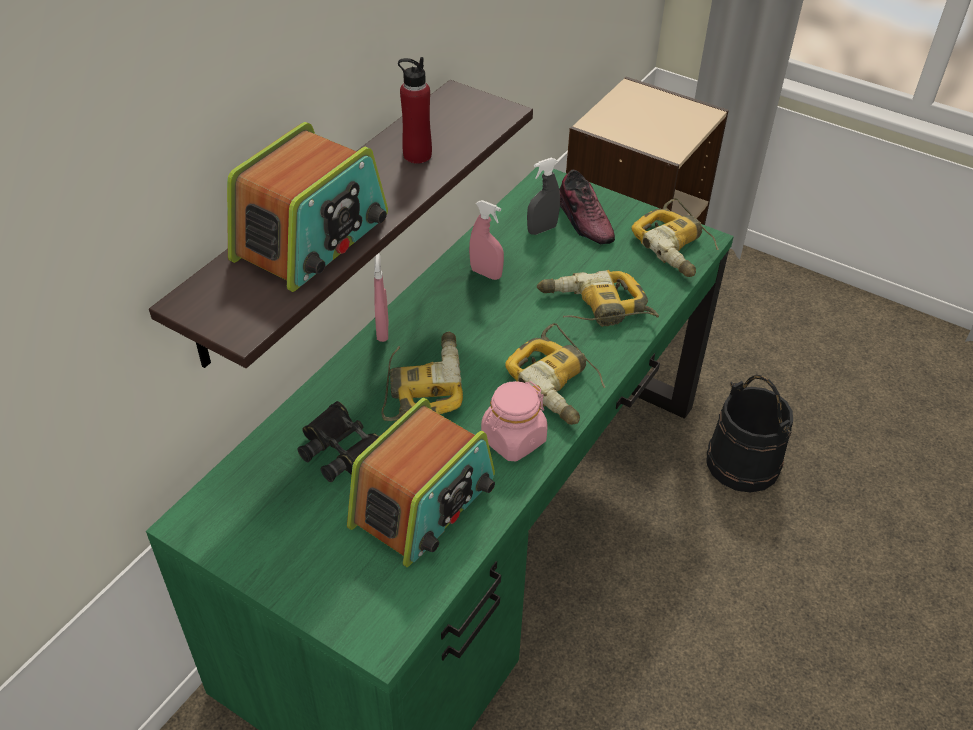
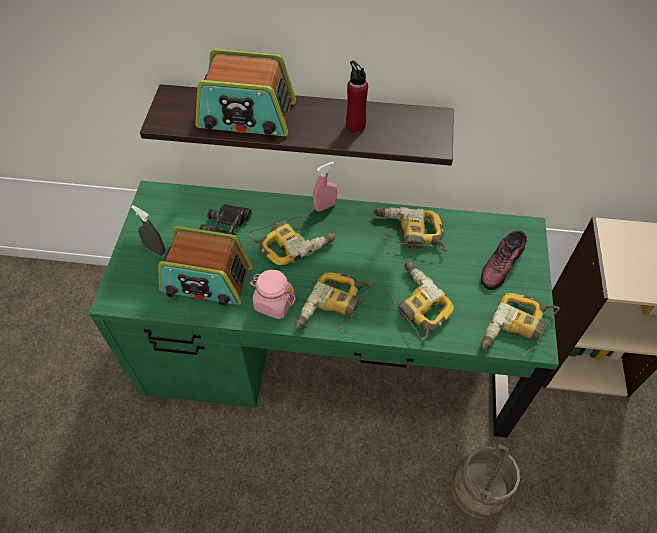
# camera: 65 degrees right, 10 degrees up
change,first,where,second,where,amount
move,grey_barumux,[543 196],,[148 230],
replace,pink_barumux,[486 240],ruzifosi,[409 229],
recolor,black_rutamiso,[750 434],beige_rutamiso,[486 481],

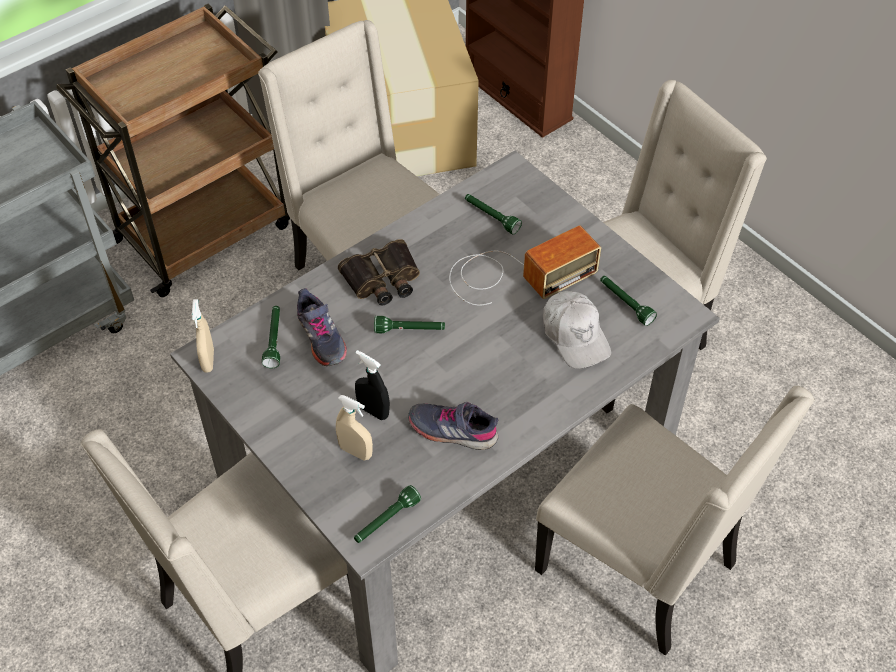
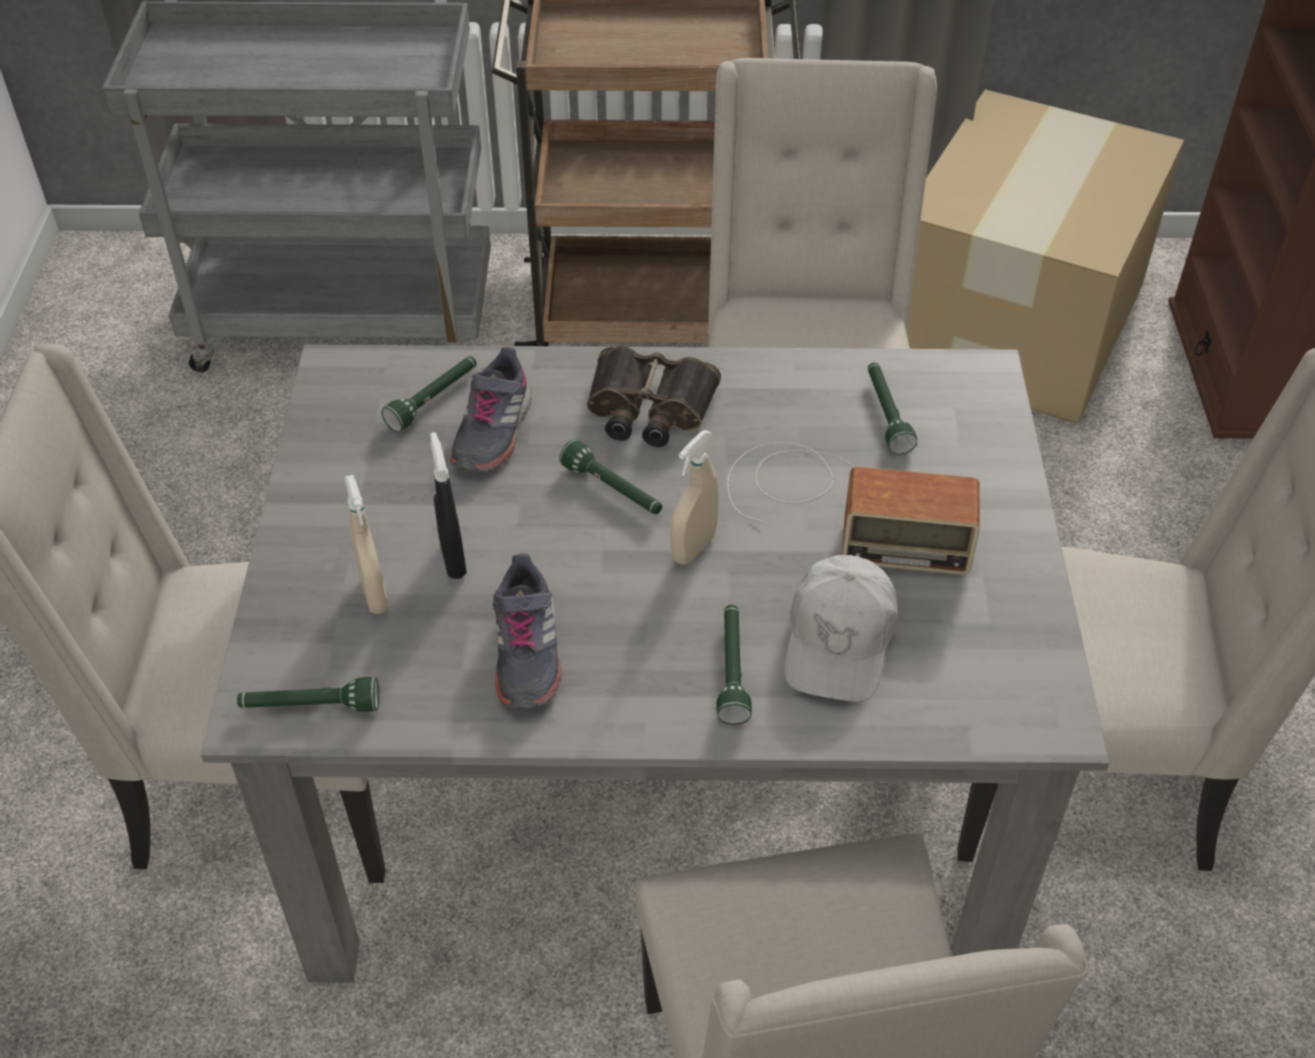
# camera: 40 degrees right, 5 degrees down
change,first,where,second,where,amount
rotate,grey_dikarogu,[453 426],,[527 631],150 degrees counterclockwise
move,beige_barumux,[203 336],,[694 497],
move,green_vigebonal,[628 301],,[734 665],

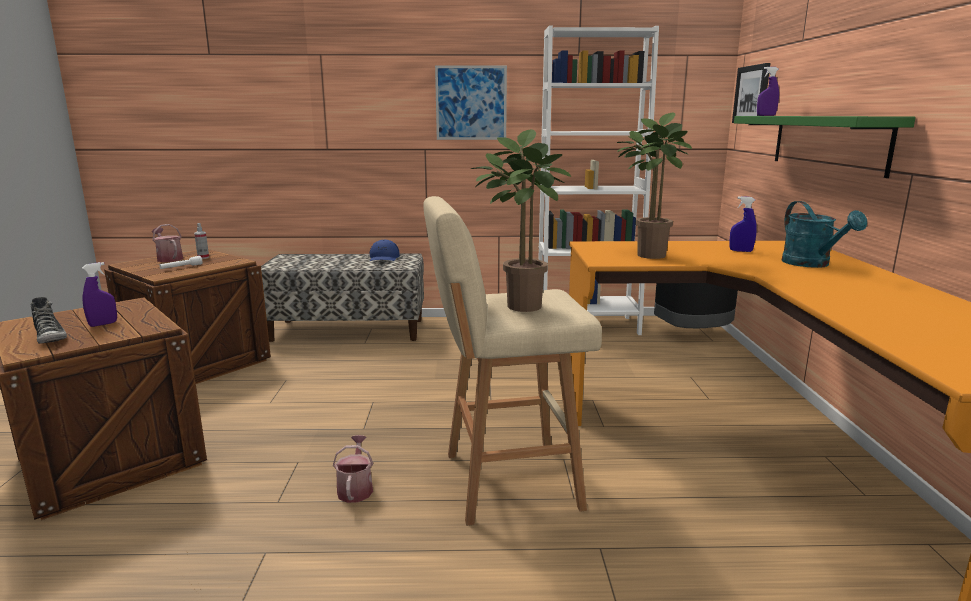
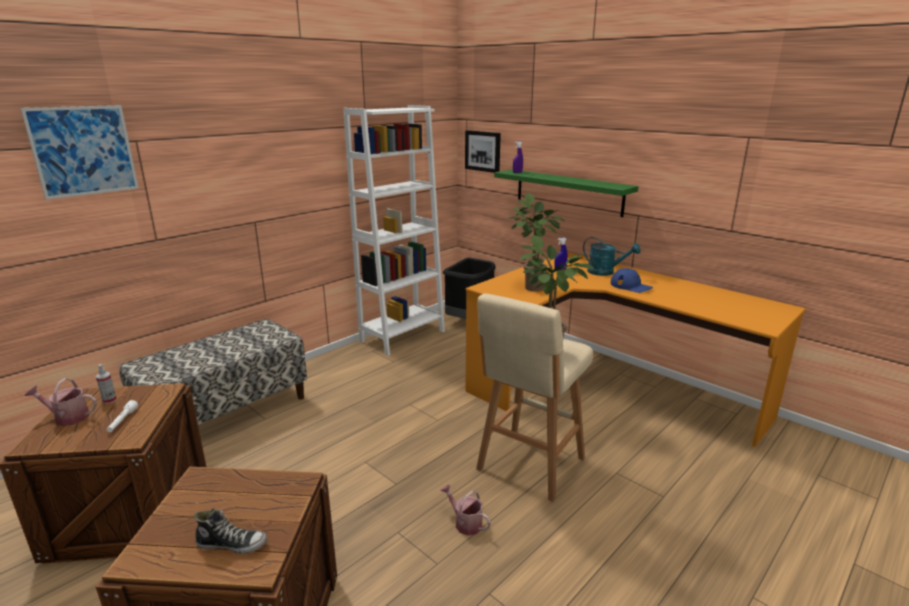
# camera: 45 degrees left, 5 degrees up
change,first,where,second,where,amount
move,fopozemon,[471 103],,[79 152],
move,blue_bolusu,[385 250],,[632 280],
delete,purple_barumux,[99 294],,,

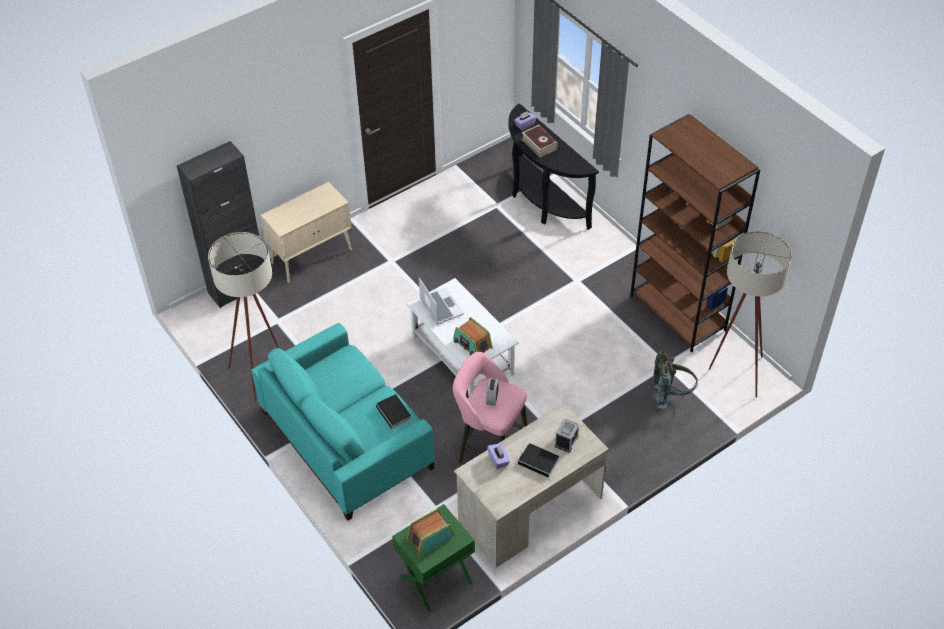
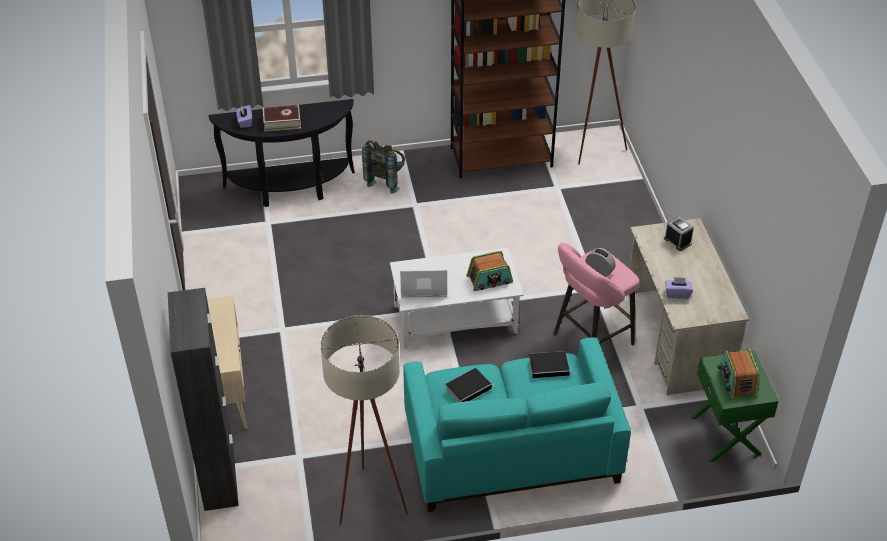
# camera: 65 degrees left, 5 degrees down
change,first,where,second,where,amount
move,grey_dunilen,[675 380],,[383 167],
move,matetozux,[538 461],,[471 385],

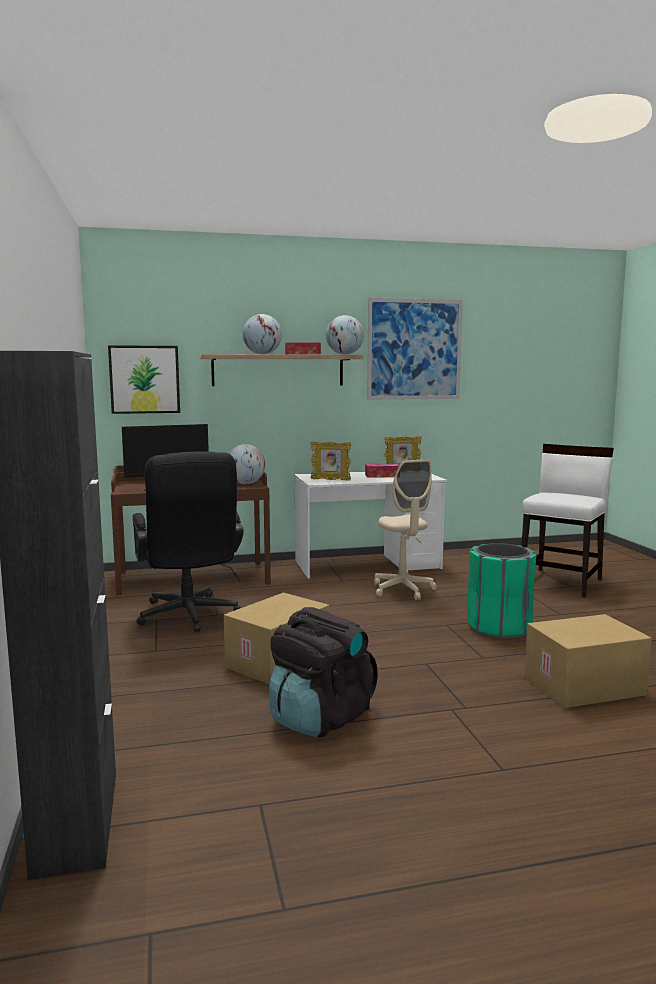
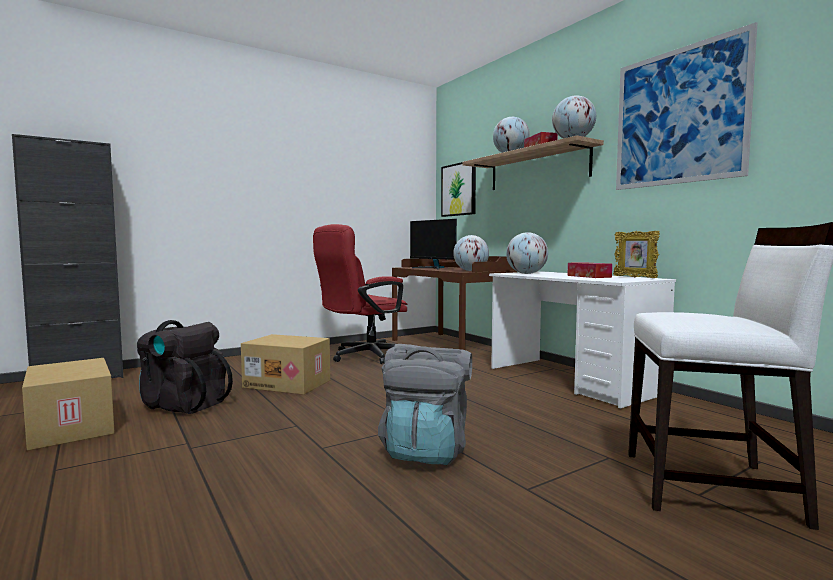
# camera: 70 degrees right, 5 degrees down
change,first,where,second,where,amount
move,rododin,[588 661],,[68 404],
recolor,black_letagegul,[188 541],red_letagegul,[360 294],
replace,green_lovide,[501 591],grey_dunilen,[425 404],
replace,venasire,[330 461],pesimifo,[527 253],
delete,beige_letagegul,[405 529],,,

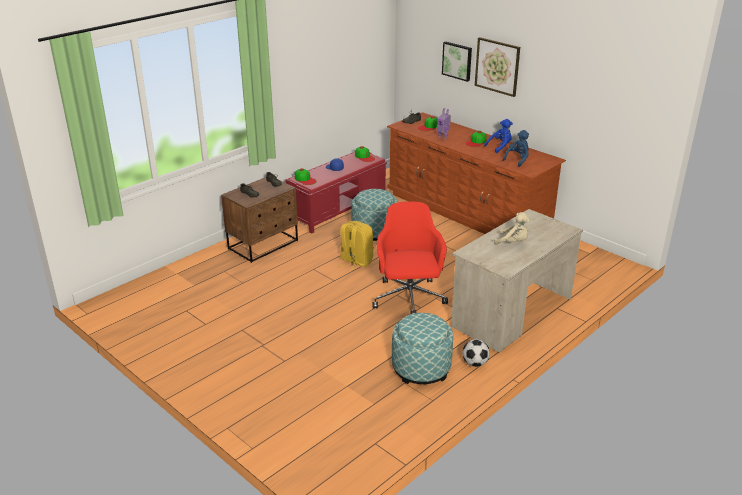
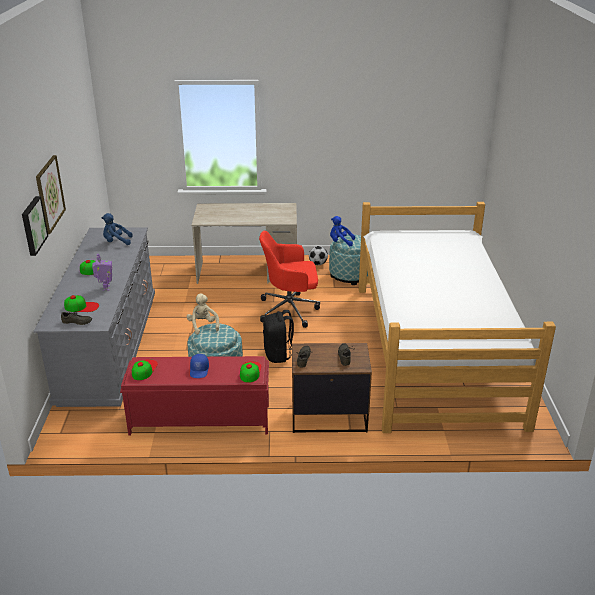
# camera: 135 degrees left, 0 degrees up
change,first,where,second,where,amount
recolor,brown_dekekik,[476 173],grey_dekekik,[94 317],
move,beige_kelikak,[511 228],,[203 314],
rotate,red_letagegul,[410 258],,[289 279],45 degrees clockwise
recolor,yellow_dunilen,[356 246],black_dunilen,[278 336],
move,blue_kelikak,[498 136],,[342 231],
insert,,,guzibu,[457 317],

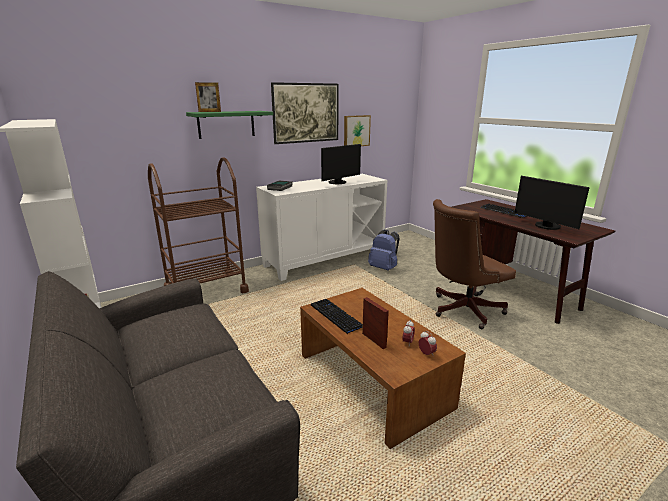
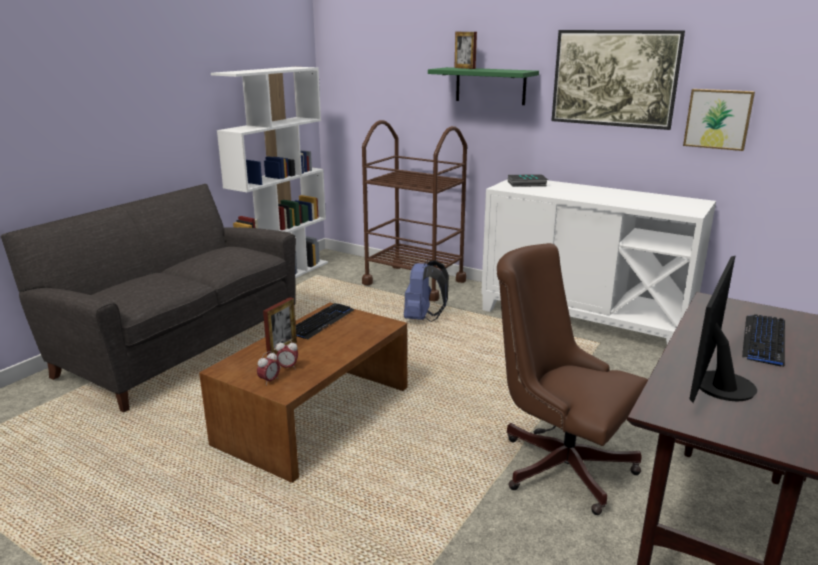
# camera: 65 degrees right, 0 degrees up
change,first,where,second,where,amount
move,blue_dunilen,[384 250],,[426 291],
delete,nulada,[341 164],,,

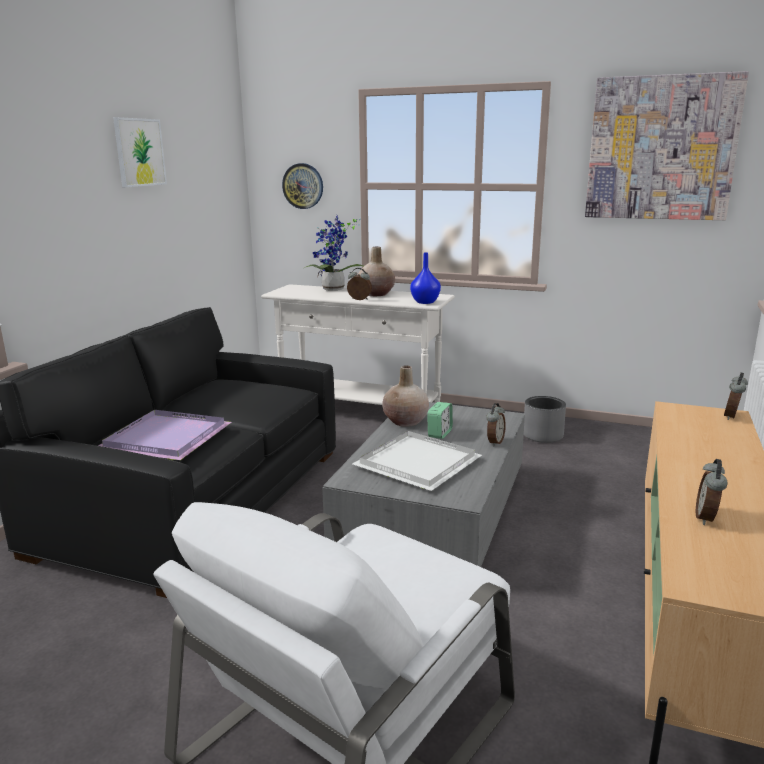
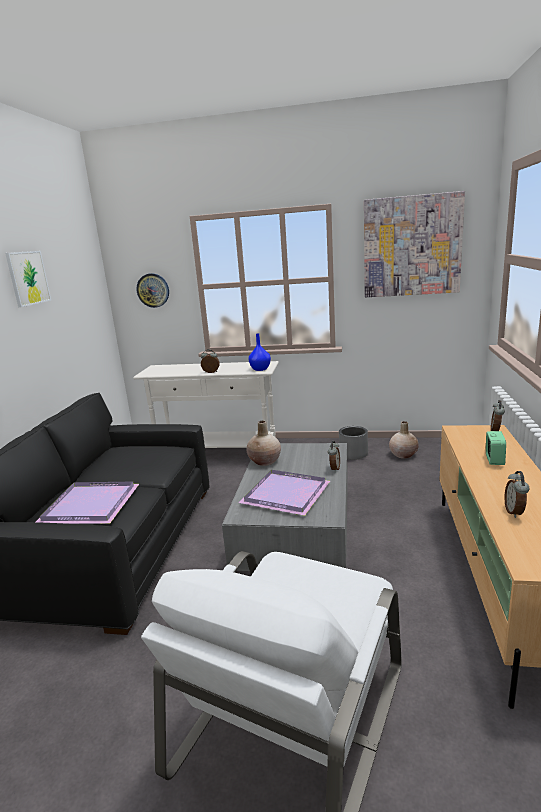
# camera: 10 degrees left, 0 degrees up
change,first,where,second,where,amount
recolor,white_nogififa,[417 461],purple_nogififa,[284 493],
move,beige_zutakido,[376 271],,[404 439],
move,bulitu,[440 420],,[496 448],
delete,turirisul,[334 253],,,

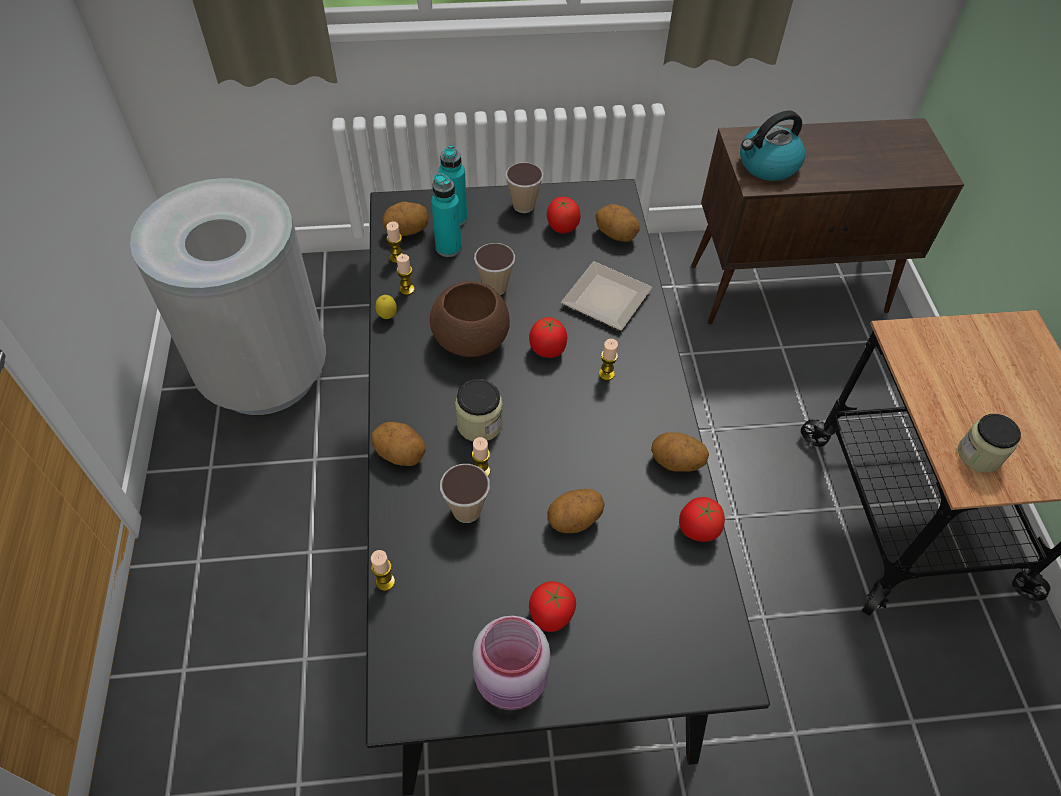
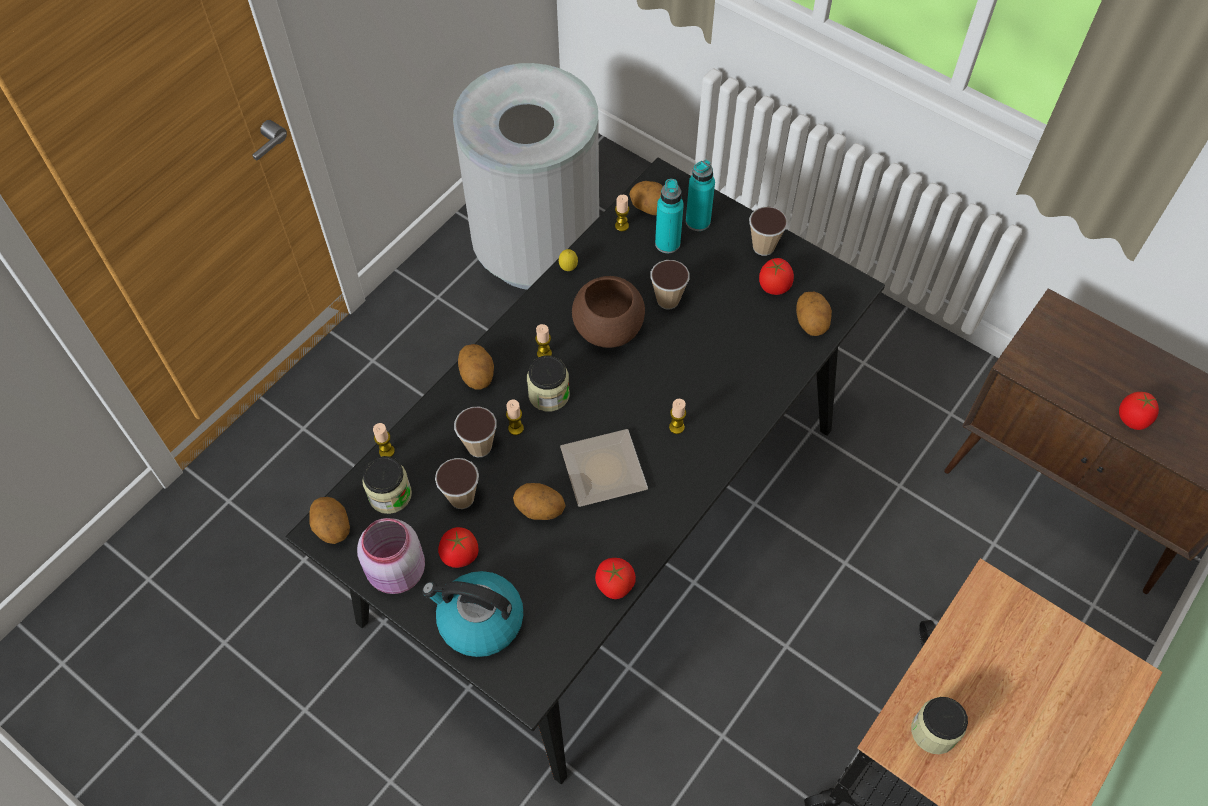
# camera: 45 degrees right, 5 degrees up
change,first,where,second,where,amount
move,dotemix,[680 452],,[329 520],
insert,,,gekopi,[387 485],
move,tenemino,[772 145],,[473 614],
insert,,,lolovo,[457 483],
move,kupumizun,[406 274],,[543 340],
move,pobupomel,[606 295],,[604 468],
move,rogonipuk,[548 337],,[1139 411],

